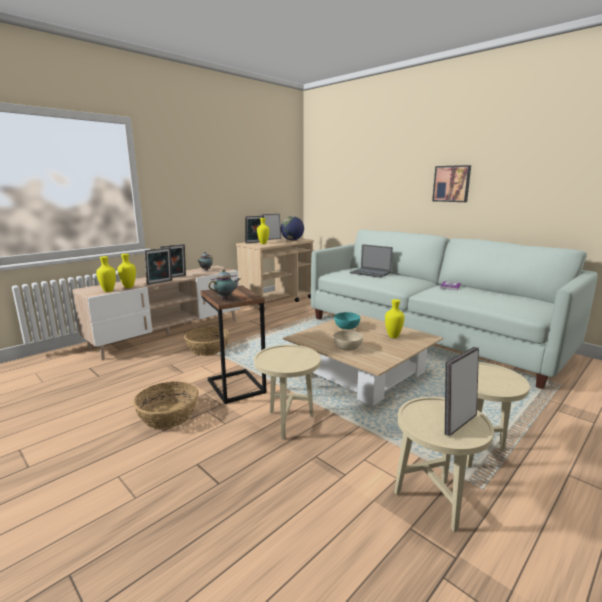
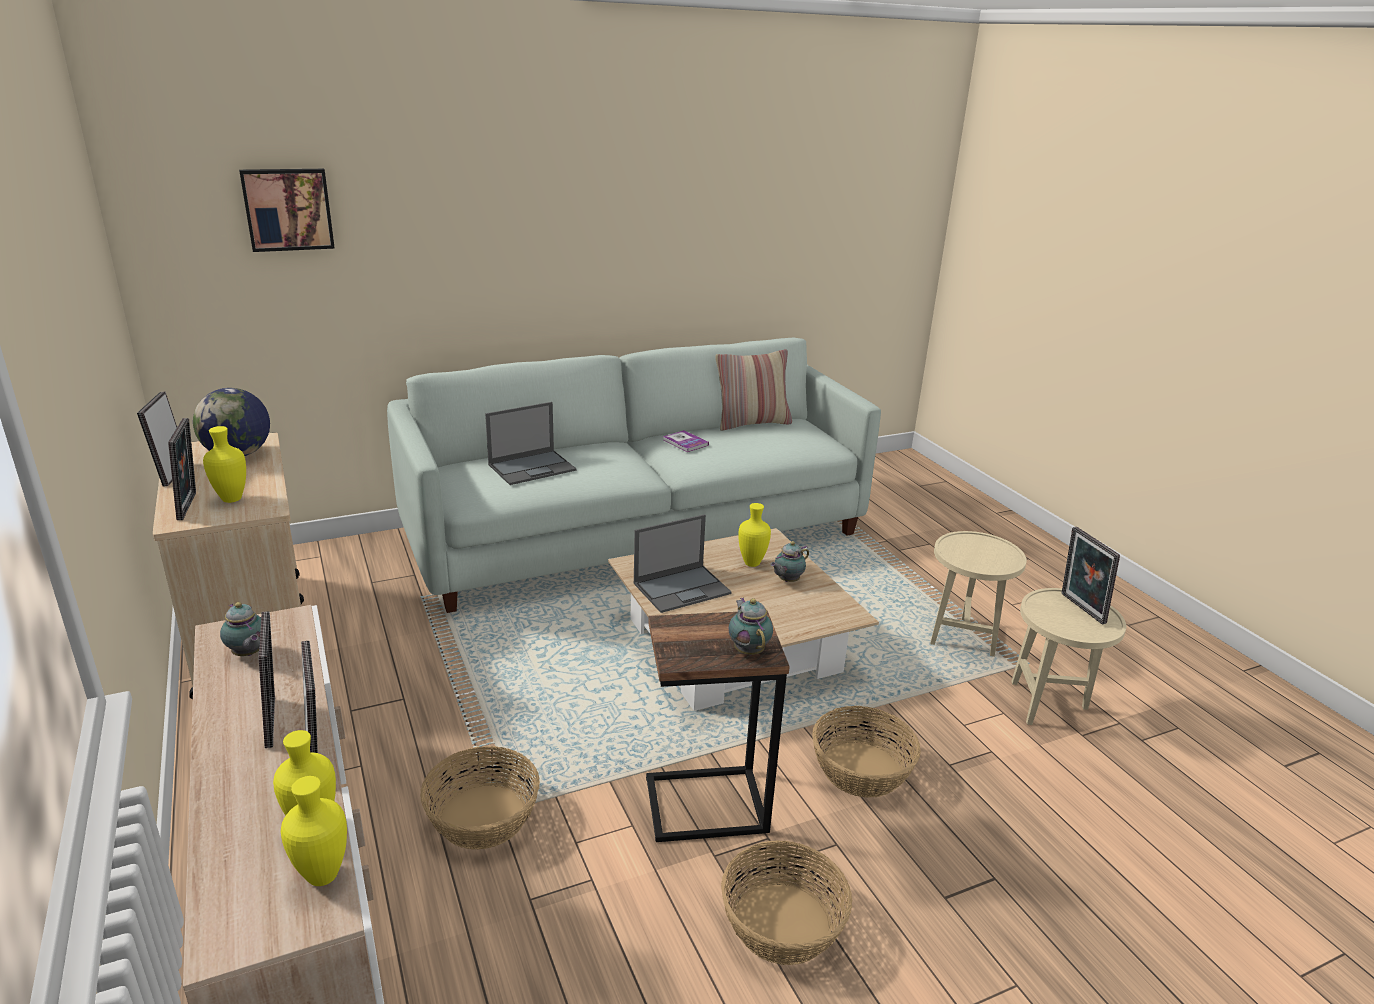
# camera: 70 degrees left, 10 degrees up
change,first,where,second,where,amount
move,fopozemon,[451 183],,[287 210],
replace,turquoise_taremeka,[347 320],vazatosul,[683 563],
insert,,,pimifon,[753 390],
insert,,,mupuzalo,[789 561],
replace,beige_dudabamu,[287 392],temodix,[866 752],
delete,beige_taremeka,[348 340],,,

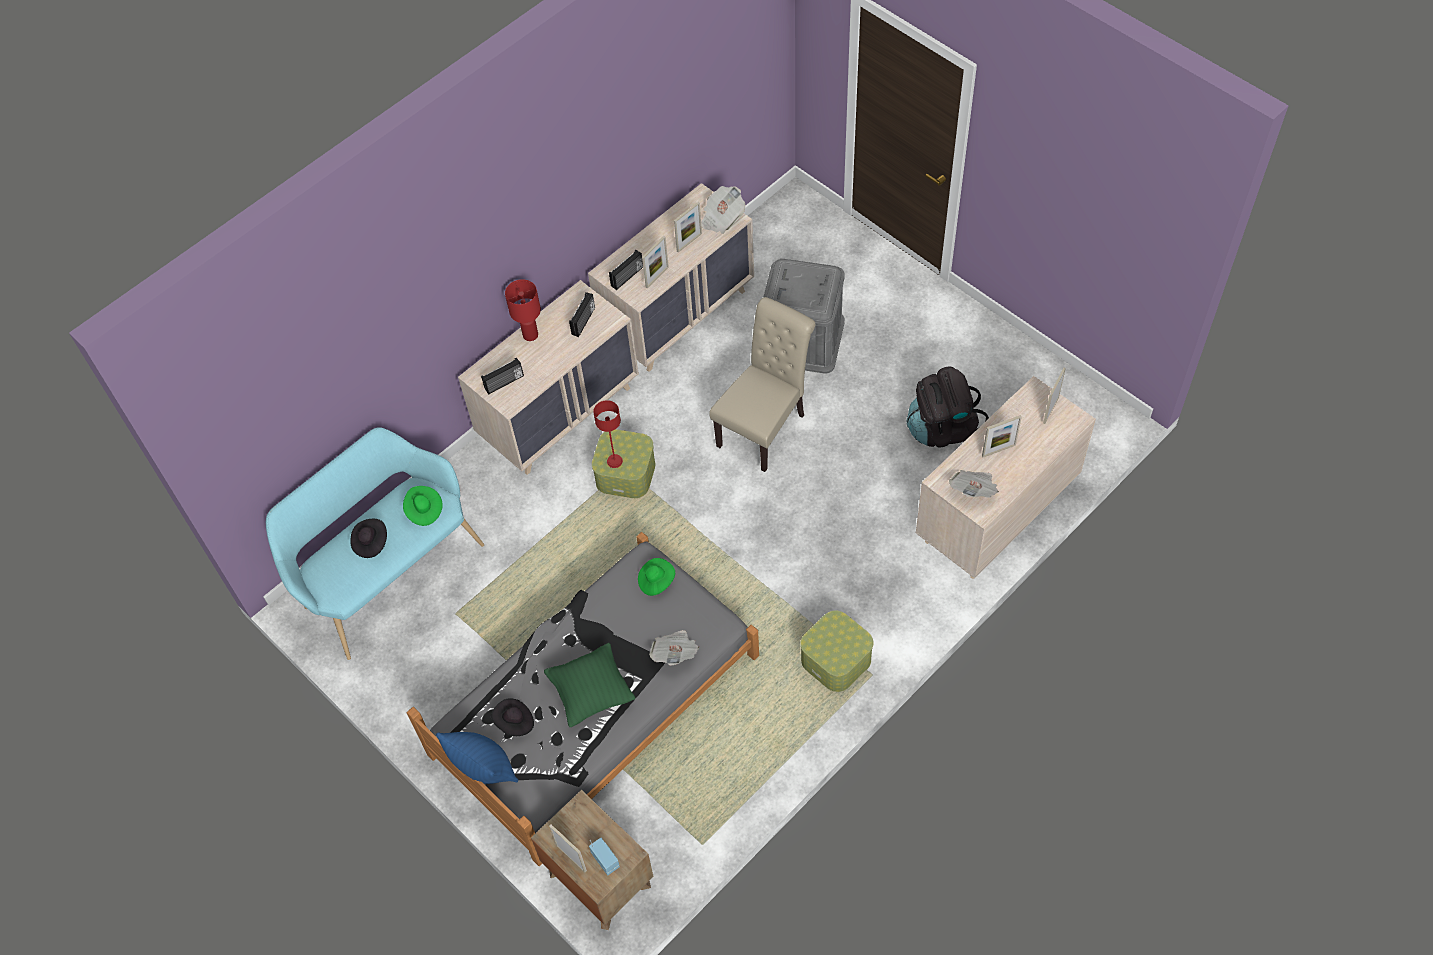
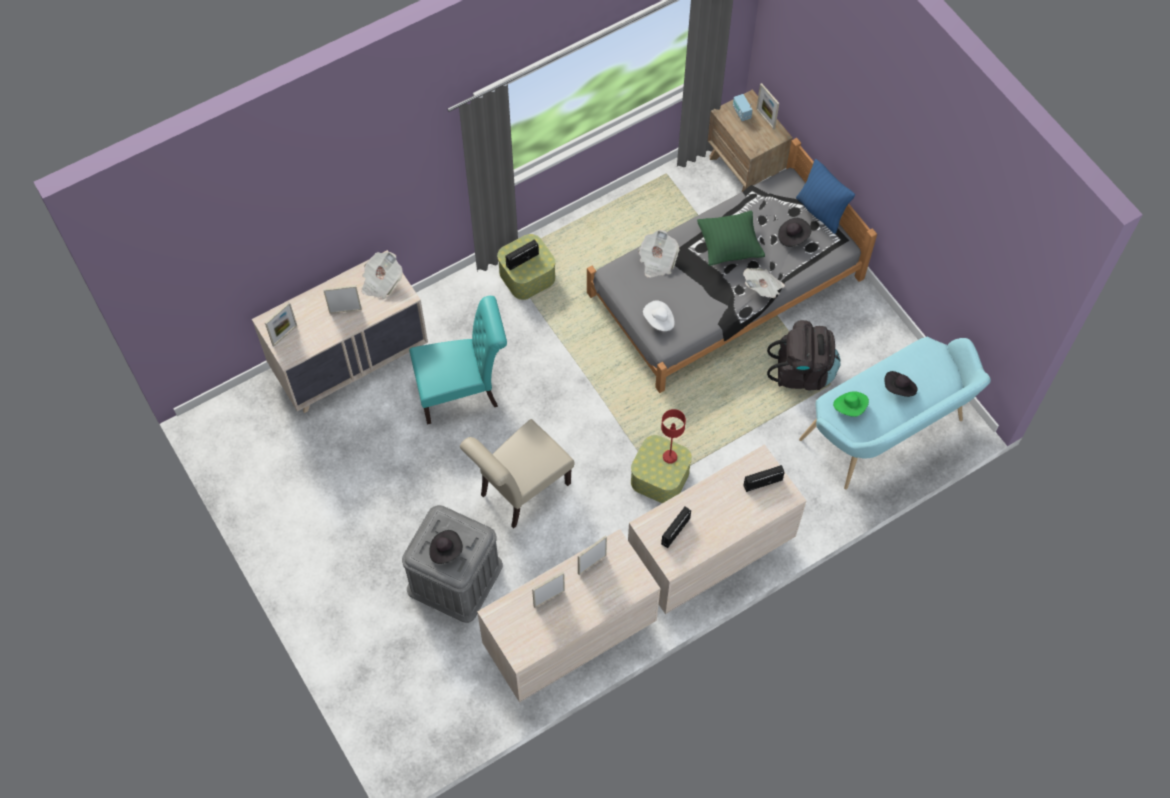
# camera: 170 degrees left, 5 degrees up
change,first,where,second,where,amount
insert,,,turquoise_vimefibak,[458 360],
insert,,,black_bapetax,[446 547],
move,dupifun,[626 270],,[522 254],
recolor,green_bapetax,[656 577],white_bapetax,[659 315],
move,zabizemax,[723 210],,[764 283],
move,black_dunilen,[948 407],,[804 355],
delete,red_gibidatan,[523 310],,,

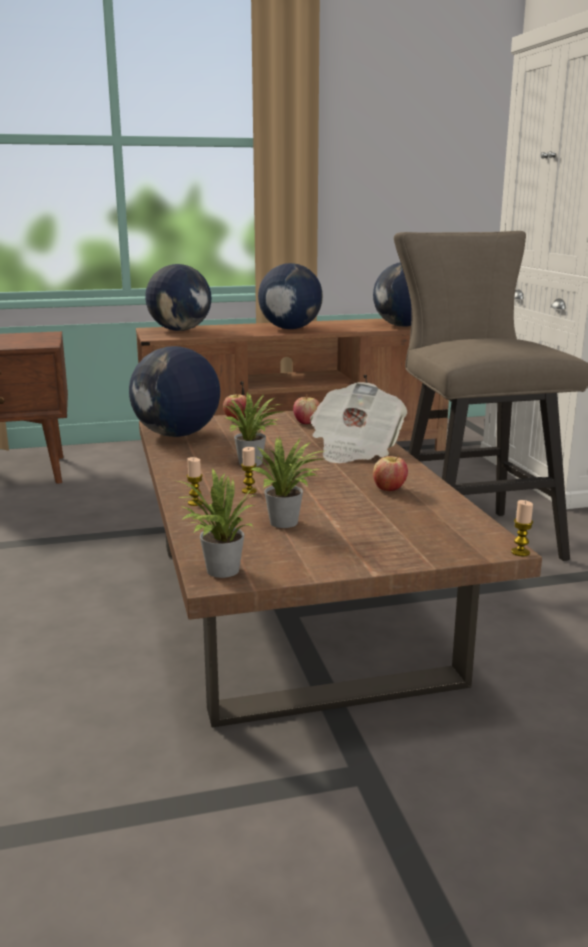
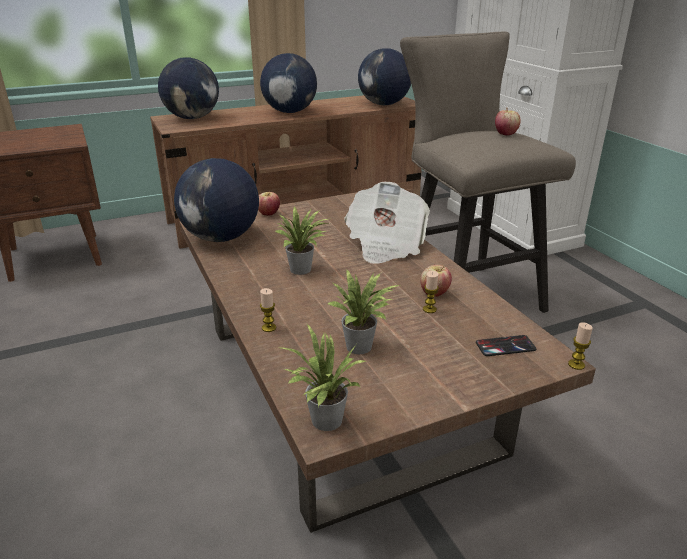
# camera: 10 degrees left, 10 degrees up
change,first,where,second,where,amount
move,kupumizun,[249 470],,[431 292],
insert,,,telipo,[506 345],
move,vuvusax,[306 409],,[508 121],

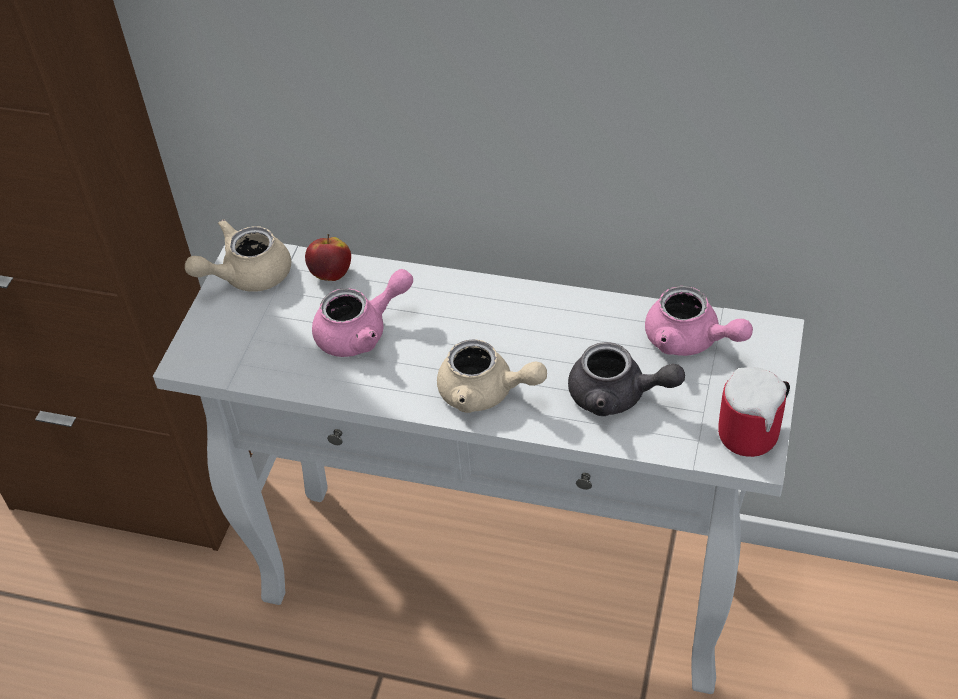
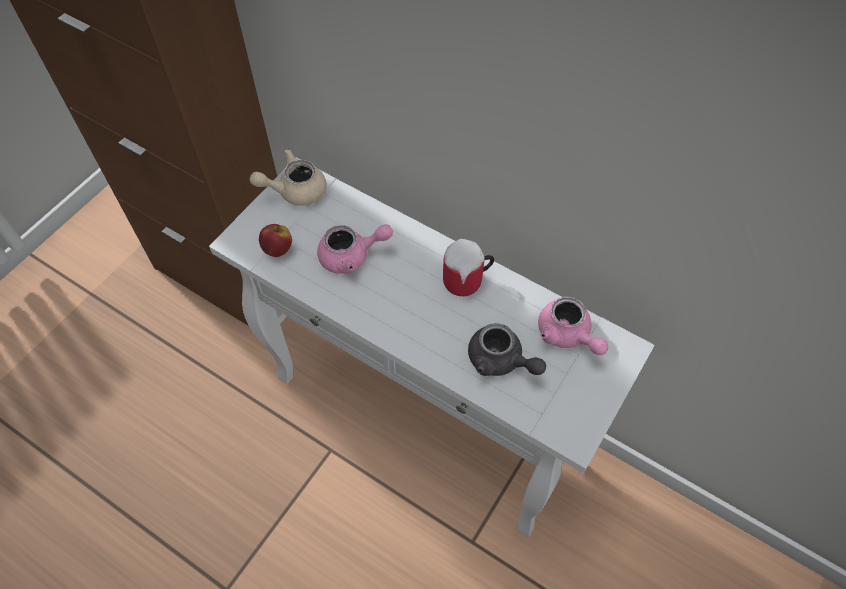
# camera: 15 degrees right, 10 degrees up
change,first,where,second,where,amount
move,vuvusax,[328 257],,[275 240],
move,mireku,[754 412],,[468 267],
delete,beige_mupuzalo,[492 376],,,

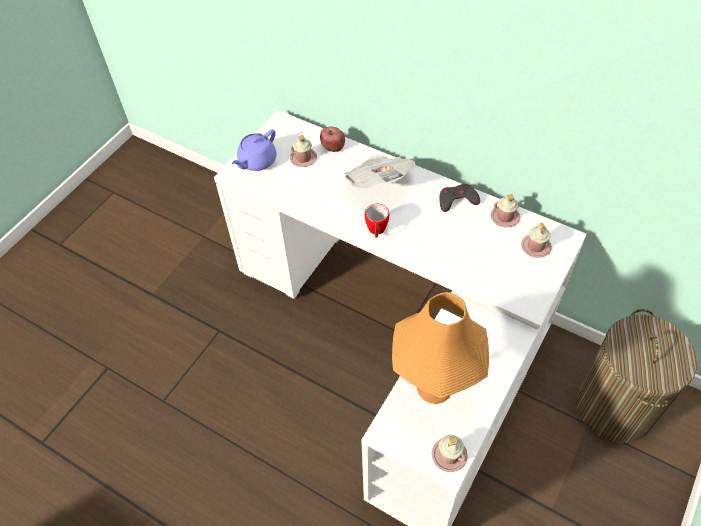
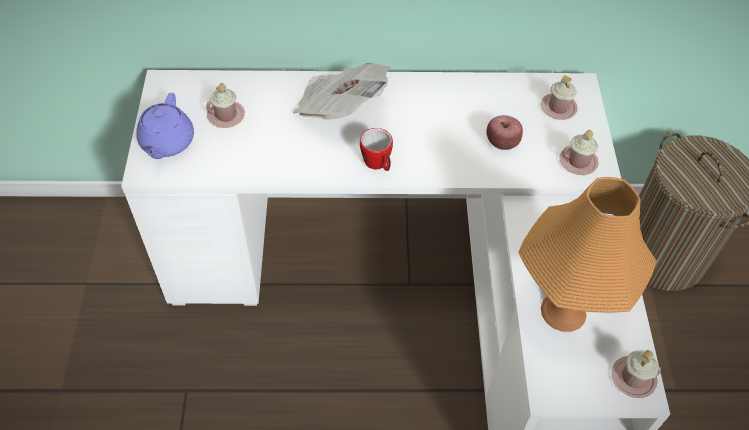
# camera: 35 degrees left, 0 degrees up
change,first,where,second,where,amount
move,vuvusax,[332 139],,[505 132],
move,pink_mireku,[505 210],,[579 152],
delete,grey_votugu,[460 198],,,

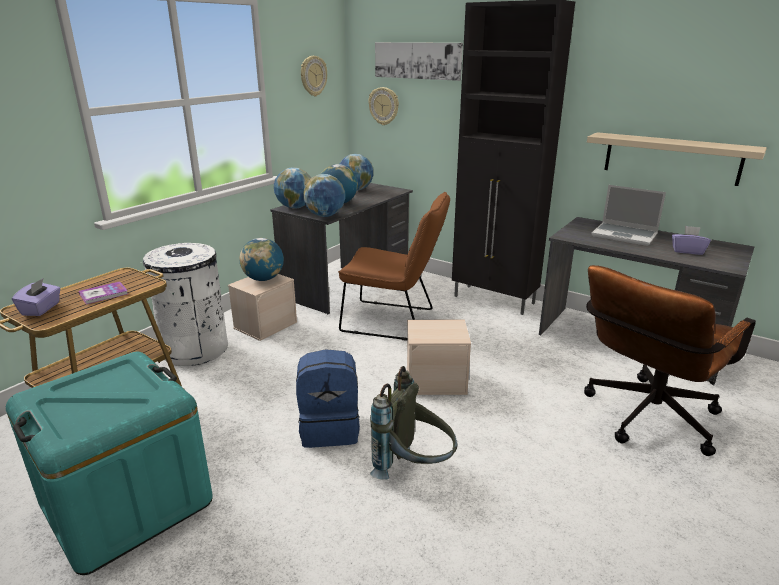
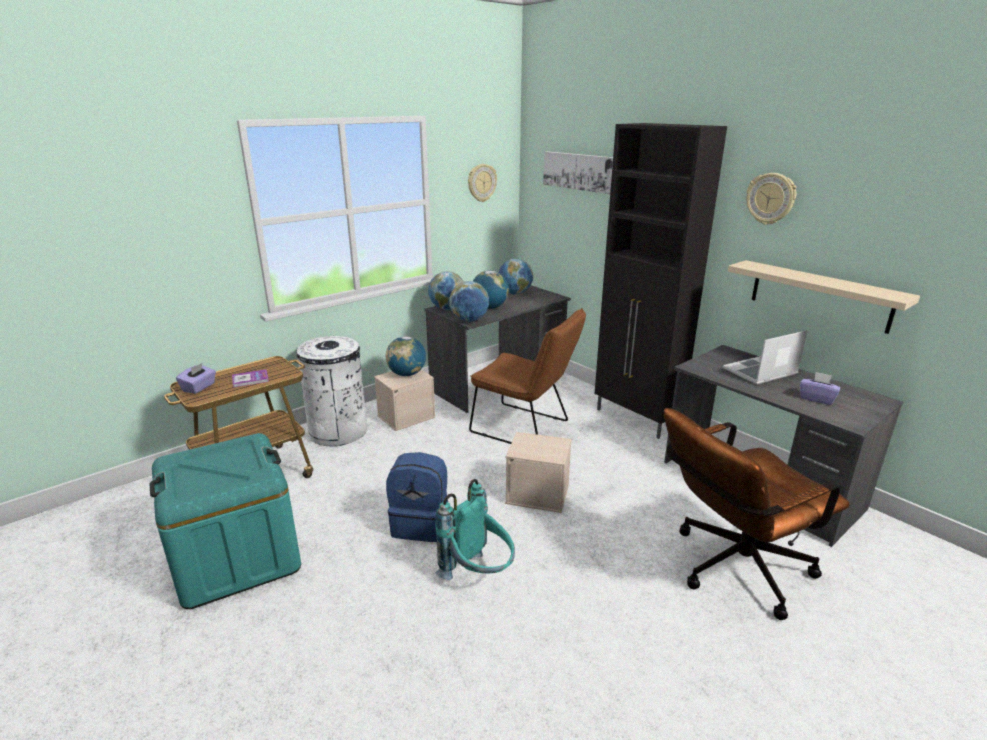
# camera: 15 degrees right, 0 degrees up
change,first,where,second,where,amount
recolor,grey_dunilen,[413 423],turquoise_dunilen,[475 529],
rotate,vazatosul,[629 215],,[765 357],105 degrees clockwise
move,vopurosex,[383 106],,[771 199],

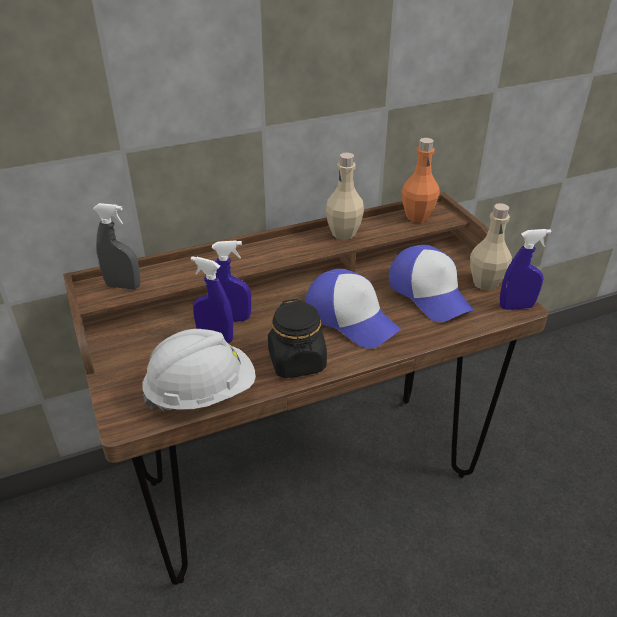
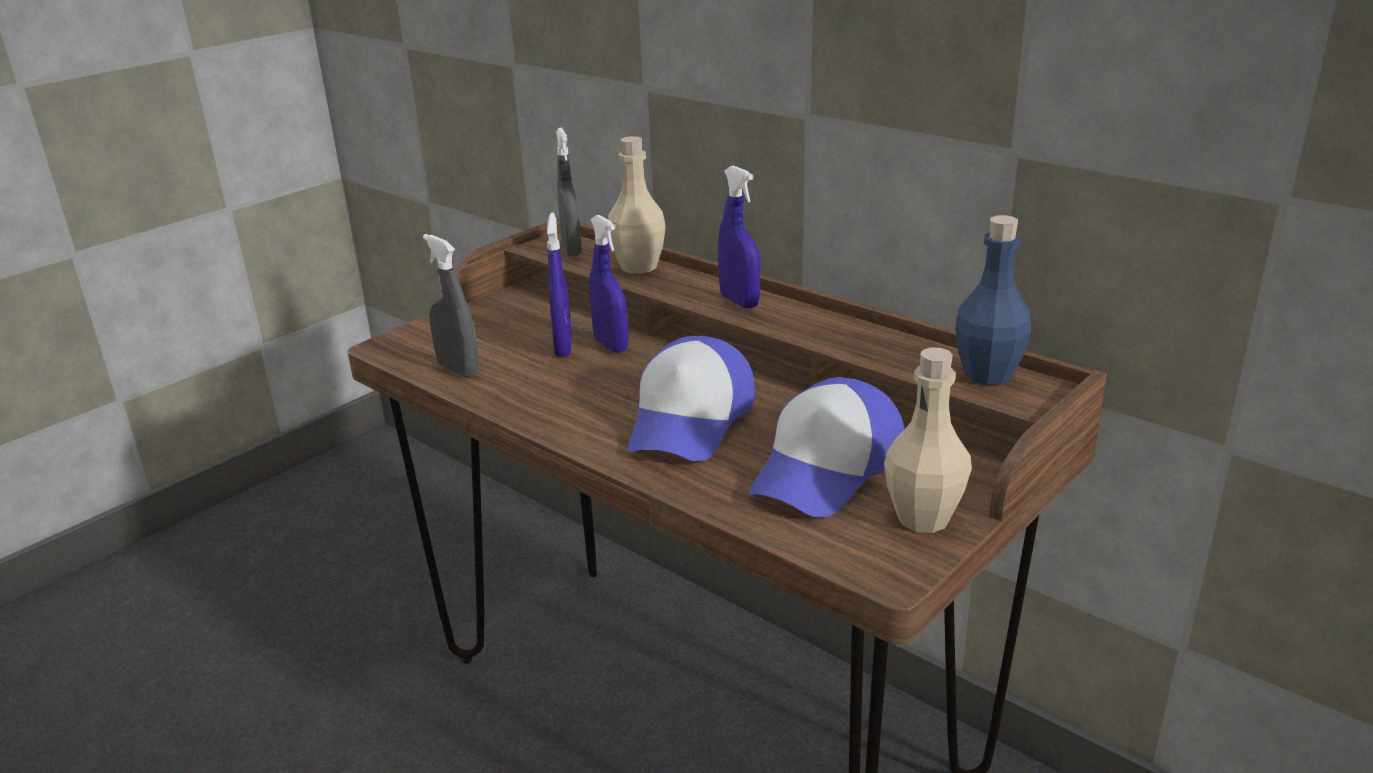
# camera: 65 degrees right, 10 degrees down
change,first,where,second,where,amount
replace,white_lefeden,[199 370],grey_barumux,[451 305],
move,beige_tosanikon,[345 196],,[637 205],
move,blue_barumux,[526 269],,[739 237],
recolor,orange_tosanikon,[421 180],blue_tosanikon,[993 300],
delete,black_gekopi,[297 338],,,

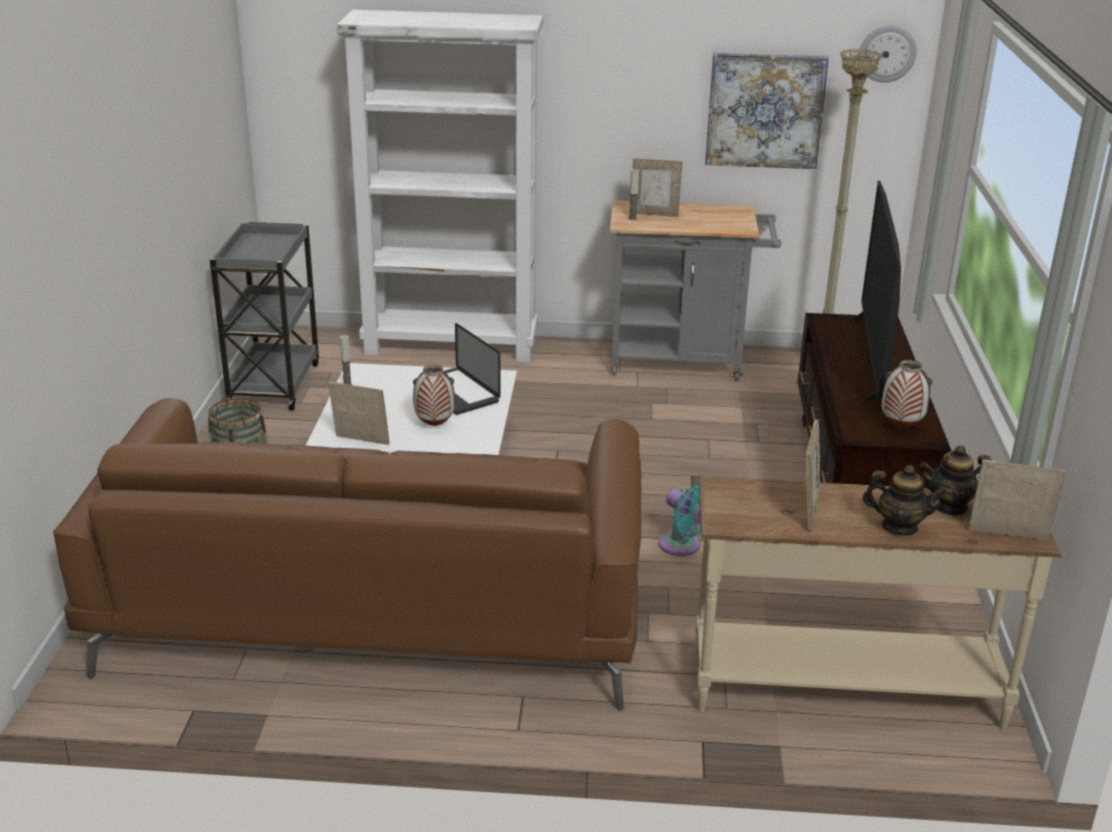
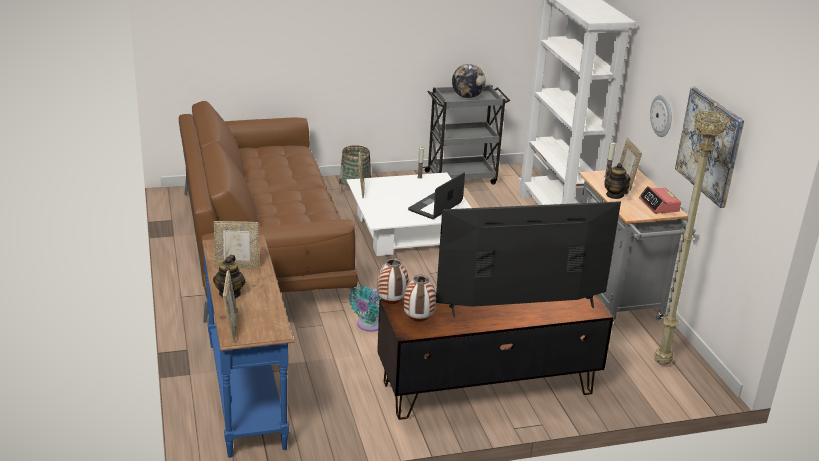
# camera: 70 degrees right, 0 degrees up
change,first,where,second,where,amount
recolor,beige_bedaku,[878 603],blue_bedaku,[248 347],
move,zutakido,[434 395],,[392 281],
insert,,,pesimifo,[469 81],
move,mupuzalo,[956 480],,[617 181],
insert,,,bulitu,[660 200],
move,vopurosex,[888 54],,[660 116],

